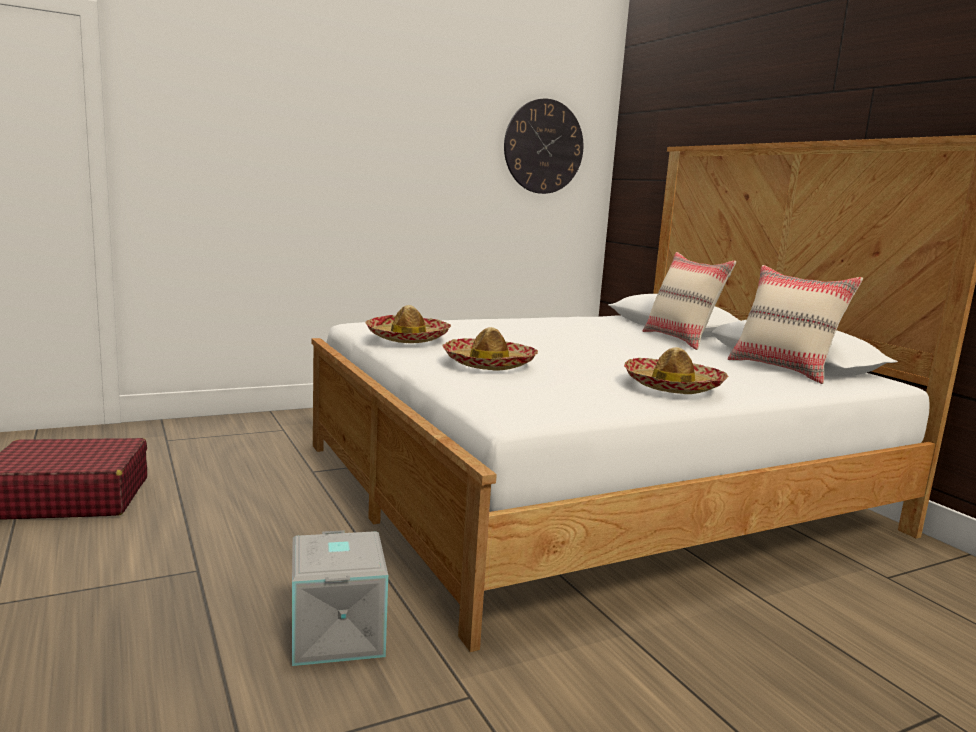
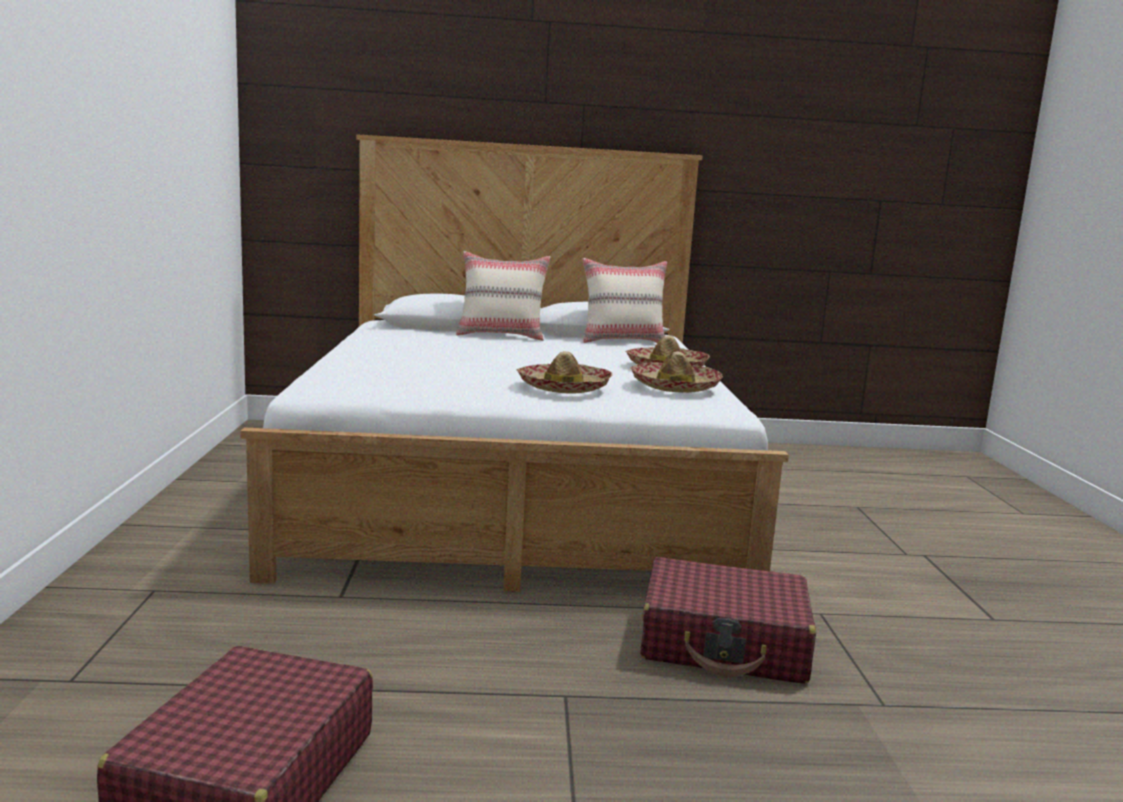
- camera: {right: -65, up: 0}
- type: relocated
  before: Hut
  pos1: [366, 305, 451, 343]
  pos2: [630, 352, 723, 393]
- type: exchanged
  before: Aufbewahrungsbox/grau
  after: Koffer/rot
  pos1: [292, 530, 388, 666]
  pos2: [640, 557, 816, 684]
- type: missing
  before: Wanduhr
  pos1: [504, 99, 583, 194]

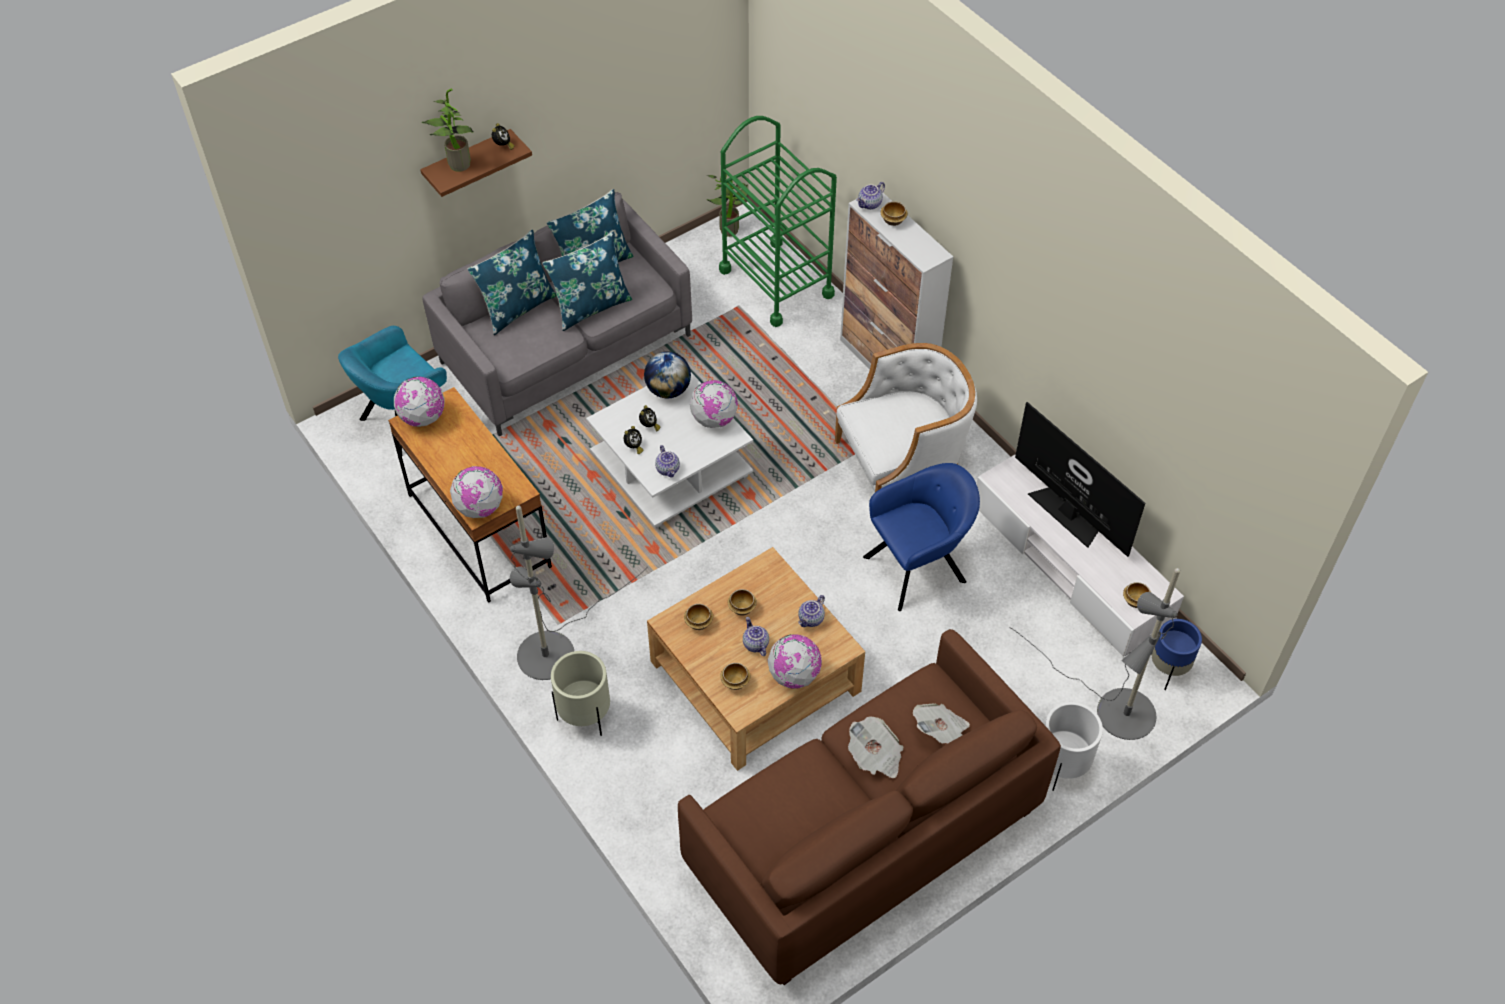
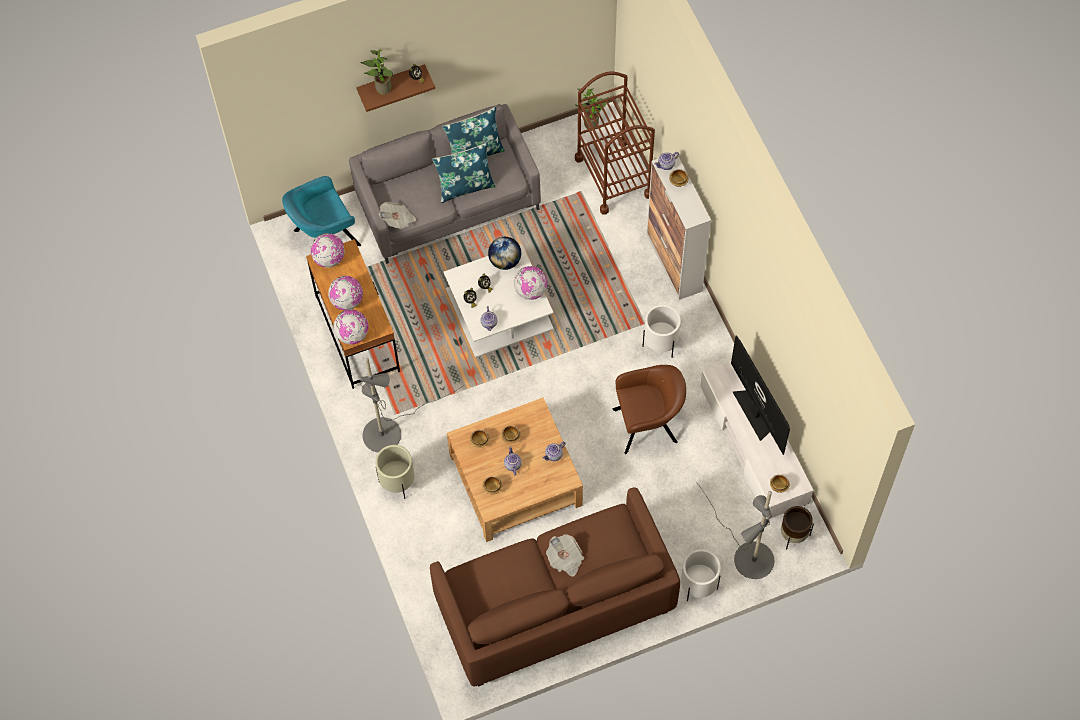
- camera: {right: 15, up: 10}
- type: relocated
  before: Globus
  pos1: [767, 634, 822, 689]
  pos2: [328, 276, 363, 310]
- type: relocated
  before: Zeitung
  pos1: [913, 704, 970, 743]
  pos2: [378, 202, 416, 229]
- type: colour
  before: Rollwagen/grün
  after: Rollwagen/braun
  pos1: [719, 116, 837, 327]
  pos2: [575, 71, 655, 215]
- type: colour
  before: Sessel/blau
  after: Sessel/braun
  pos1: [863, 463, 980, 611]
  pos2: [613, 365, 686, 454]
- type: exchanged
  before: Sessel/weiß
  after: Pflanzkübel/weiß
  pos1: [835, 343, 977, 492]
  pos2: [643, 305, 681, 357]
- type: colour
  before: Pflanzkübel/blau
  after: Pflanzkübel/braun
  pos1: [1152, 619, 1202, 690]
  pos2: [781, 506, 814, 550]
- type: missing
  before: Kissen/blau
  pos1: [467, 229, 557, 335]

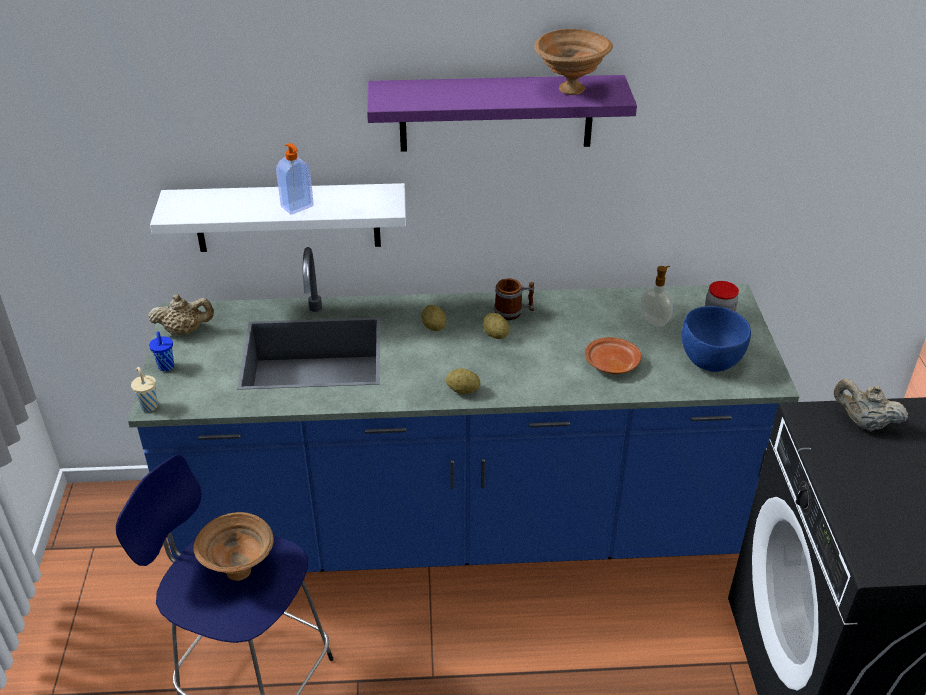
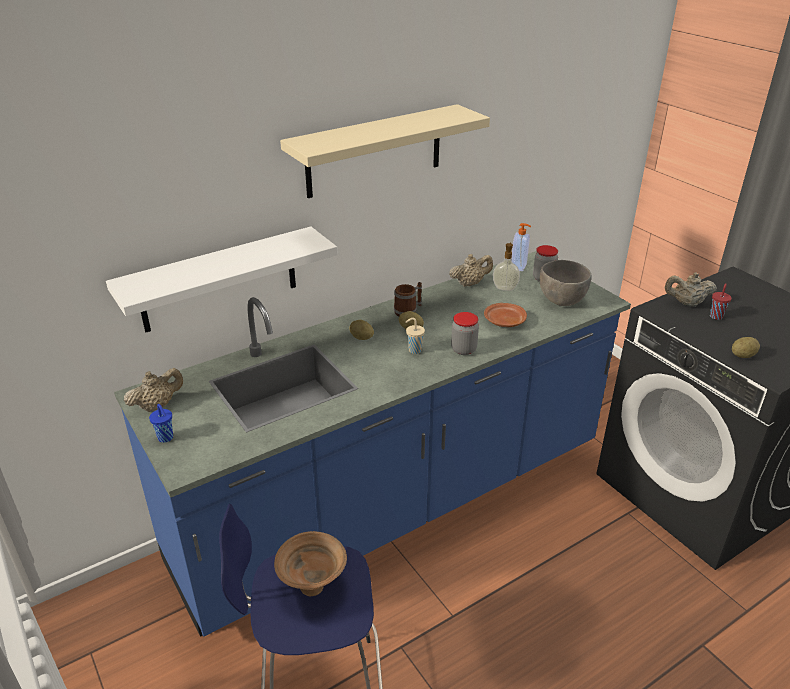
- camera: {right: -30, up: -5}
- type: colour
  before: Wandregal/lila
  after: Wandregal/beige
  pos1: [367, 75, 637, 152]
  pos2: [280, 104, 490, 198]
- type: relocated
  before: Tasse/beige
  pos1: [131, 367, 158, 412]
  pos2: [405, 318, 425, 354]
- type: appeared
  after: Teekanne/beige
  pos2: [449, 254, 493, 287]
- type: appeared
  after: Vorratsglas
  pos2: [451, 312, 479, 355]
- type: relocated
  before: Seifenspender
  pos1: [276, 143, 314, 215]
  pos2: [512, 223, 531, 271]
- type: colour
  before: Schüssel/blau
  after: Schüssel/grau
  pos1: [682, 306, 751, 372]
  pos2: [540, 260, 592, 306]
- type: appeared
  after: Tasse/rot
  pos2: [710, 283, 732, 320]
- type: relocated
  before: Kartoffel
  pos1: [446, 368, 480, 394]
  pos2: [732, 337, 760, 358]
- type: missing
  before: Schüssel/braun
  pos1: [535, 29, 613, 95]

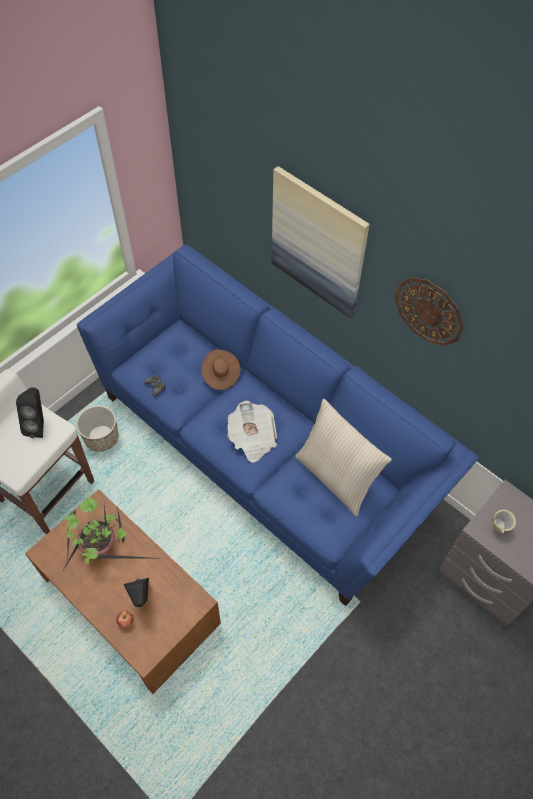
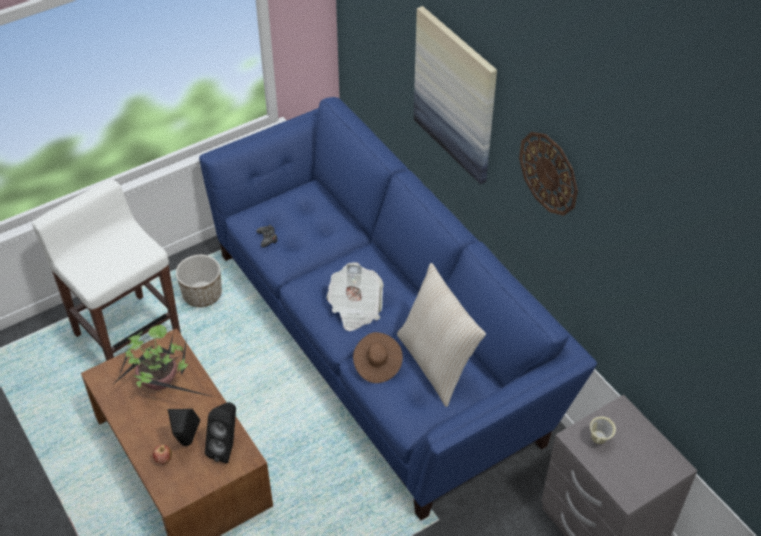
- camera: {right: 15, up: -10}
- type: relocated
  before: Lautsprecher/schwarz
  pos1: [16, 387, 44, 438]
  pos2: [205, 402, 236, 464]
- type: relocated
  before: Hut/braun
  pos1: [201, 349, 240, 390]
  pos2: [353, 332, 403, 383]

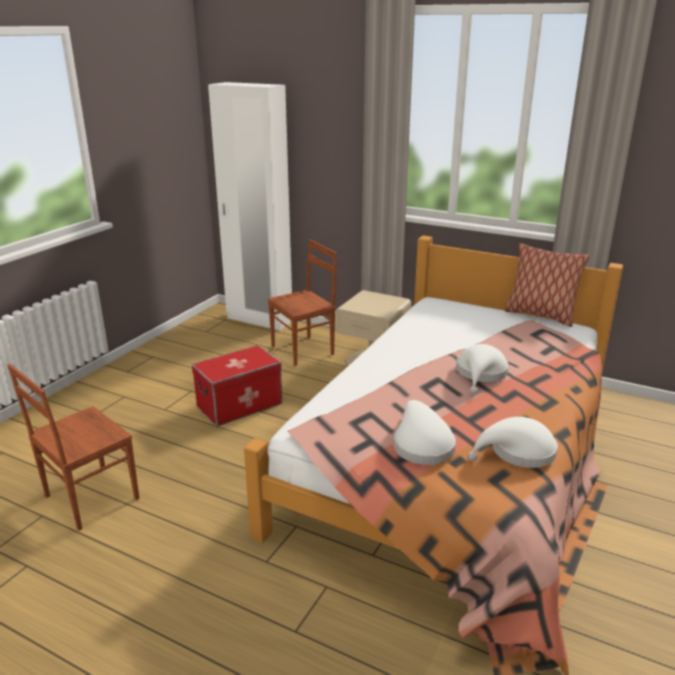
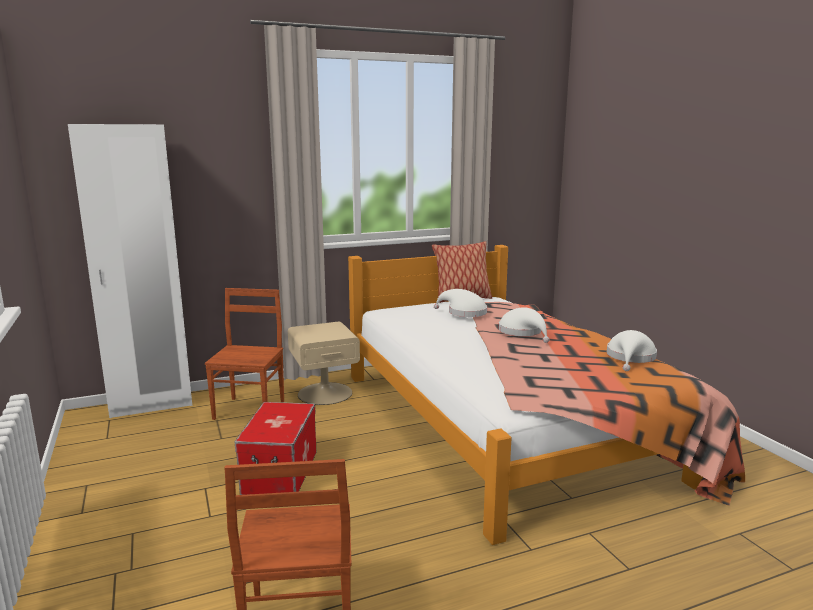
- camera: {right: -50, up: -10}
- type: relocated
  before: Hut/weiß
  pos1: [394, 400, 456, 465]
  pos2: [434, 289, 487, 317]

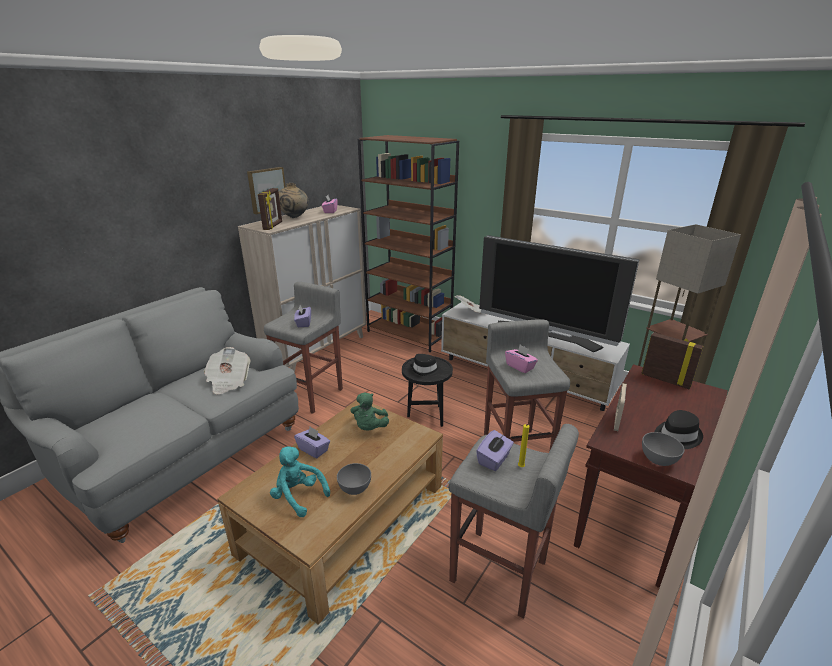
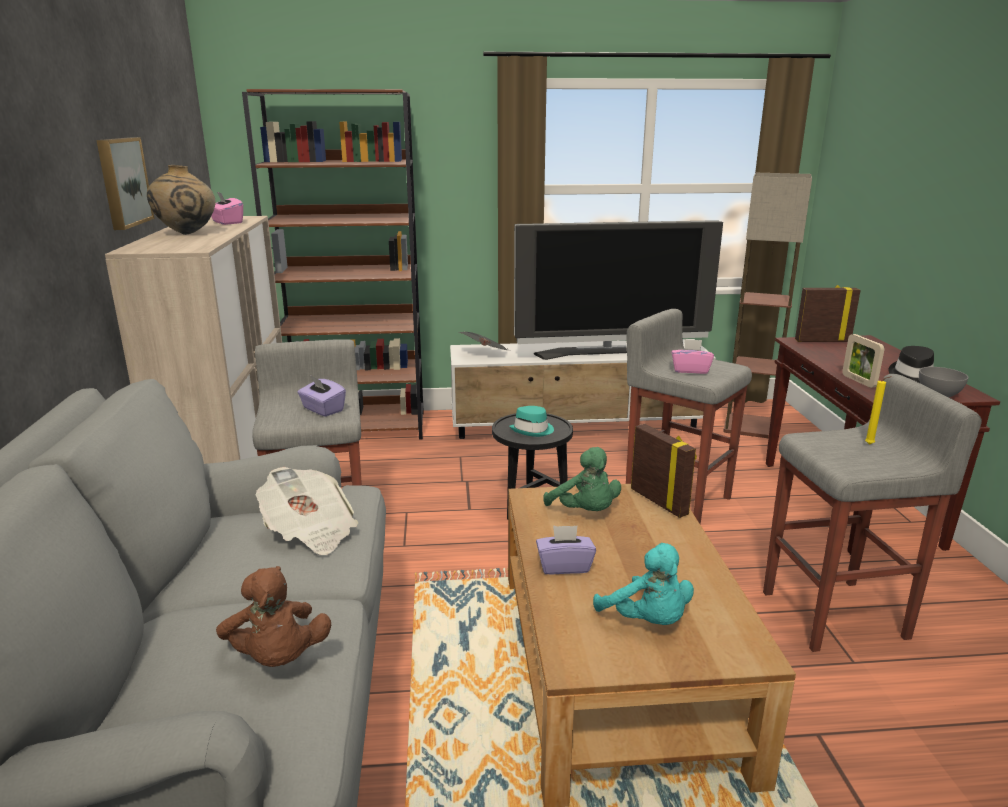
- camera: {right: -40, up: -5}
- type: appeared
  after: Plüschtier/braun
  pos2: [216, 566, 331, 667]
- type: colour
  before: Hut/schwarz
  after: Hut/türkis
  pos1: [410, 354, 441, 376]
  pos2: [509, 406, 554, 437]
- type: spun
  before: Plüschtier/türkis
  pos1: [270, 446, 330, 517]
  pos2: [593, 543, 694, 625]
  turn: -120
- type: relocated
  before: Bilderrahmen
  pos1: [258, 188, 282, 230]
  pos2: [631, 424, 697, 518]
- type: missing
  before: Schüssel/grau
  pos1: [337, 463, 371, 495]
- type: missing
  before: Taschentuchbox/lila
  pos1: [476, 430, 514, 471]

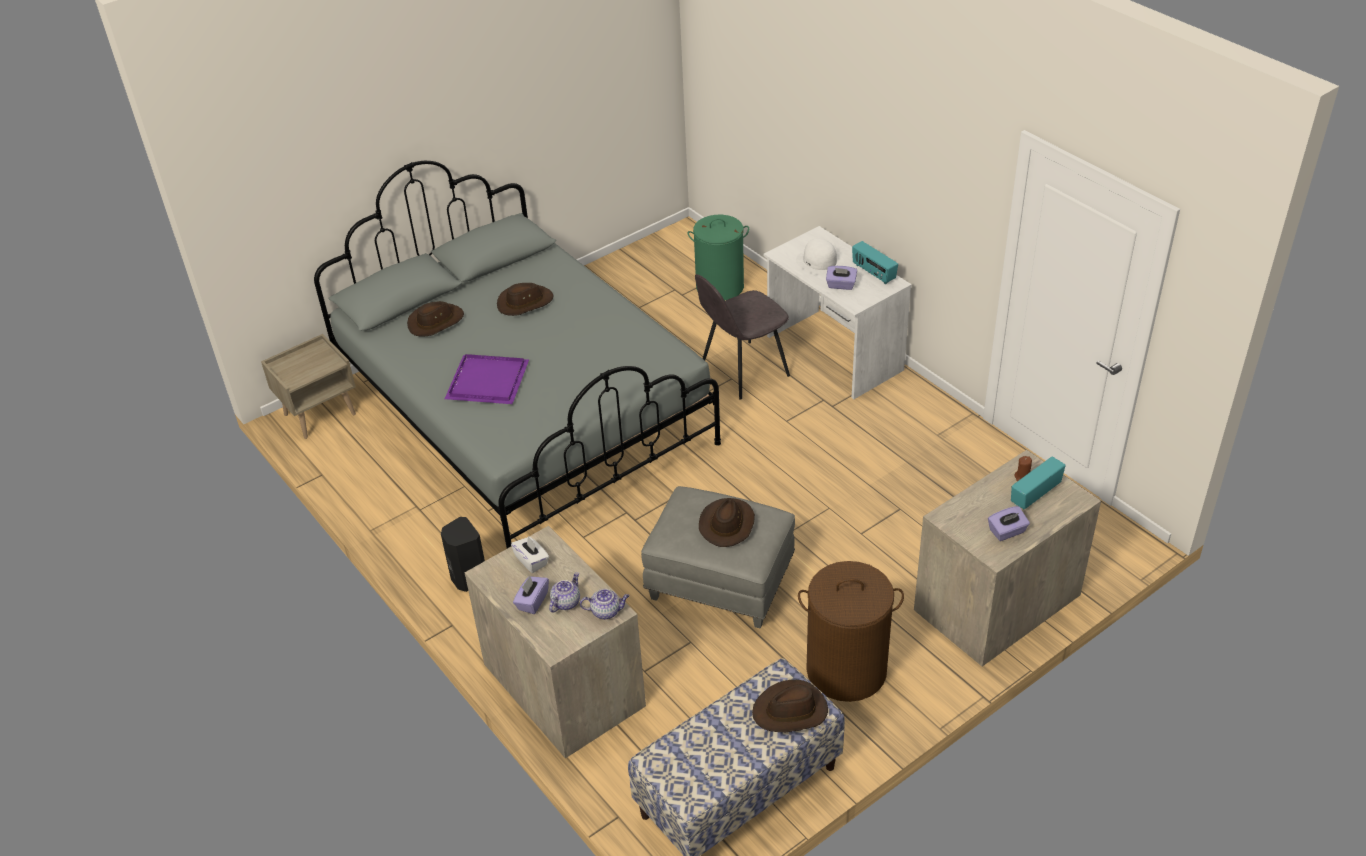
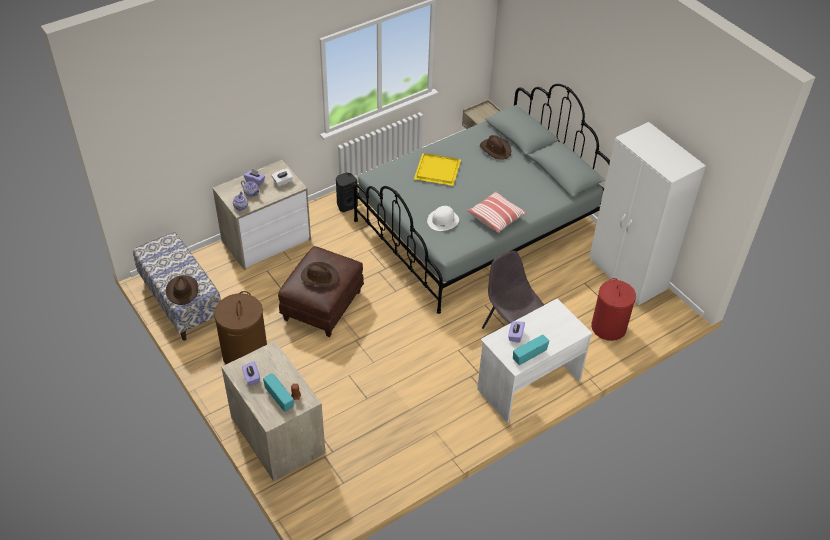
- camera: {right: 90, up: 5}
- type: colour
  before: Polsterhocker/grau
  after: Polsterhocker/braun
  pos1: [641, 486, 795, 629]
  pos2: [278, 246, 364, 337]
- type: colour
  before: Tablett/lila
  after: Tablett/gelb
  pos1: [445, 354, 529, 404]
  pos2: [414, 153, 461, 186]
- type: relocated
  before: Hut/weiß
  pos1: [796, 239, 844, 276]
  pos2: [427, 206, 459, 231]
- type: appeared
  after: Kissen
  pos2: [467, 191, 527, 233]
- type: appeared
  after: Kleiderschrank/weiß
  pos2: [590, 122, 706, 305]
- type: colour
  before: Wäschekorb/grün
  after: Wäschekorb/rot
  pos1: [688, 215, 749, 300]
  pos2: [591, 278, 636, 341]
- type: missing
  before: Hut/braun
  pos1: [497, 283, 553, 316]

